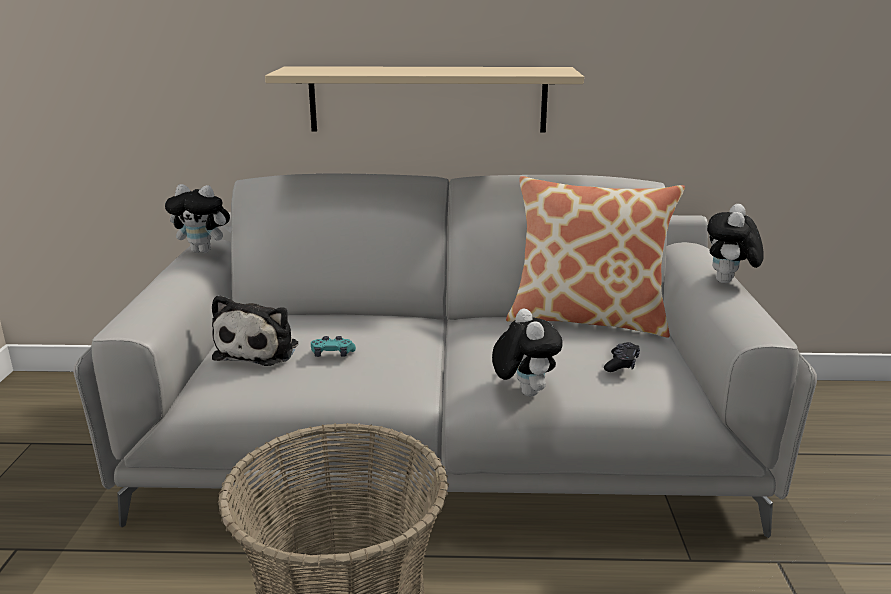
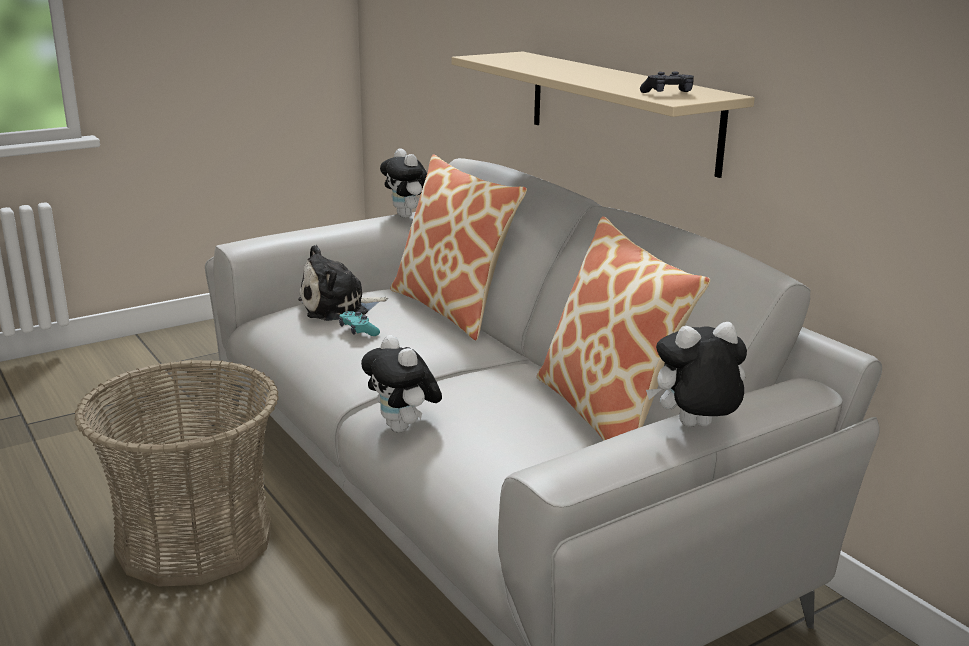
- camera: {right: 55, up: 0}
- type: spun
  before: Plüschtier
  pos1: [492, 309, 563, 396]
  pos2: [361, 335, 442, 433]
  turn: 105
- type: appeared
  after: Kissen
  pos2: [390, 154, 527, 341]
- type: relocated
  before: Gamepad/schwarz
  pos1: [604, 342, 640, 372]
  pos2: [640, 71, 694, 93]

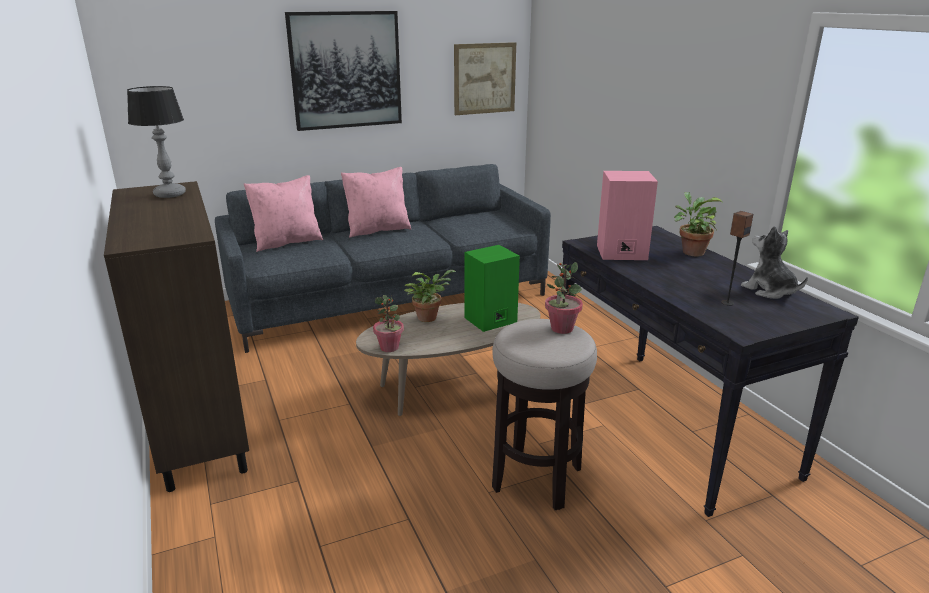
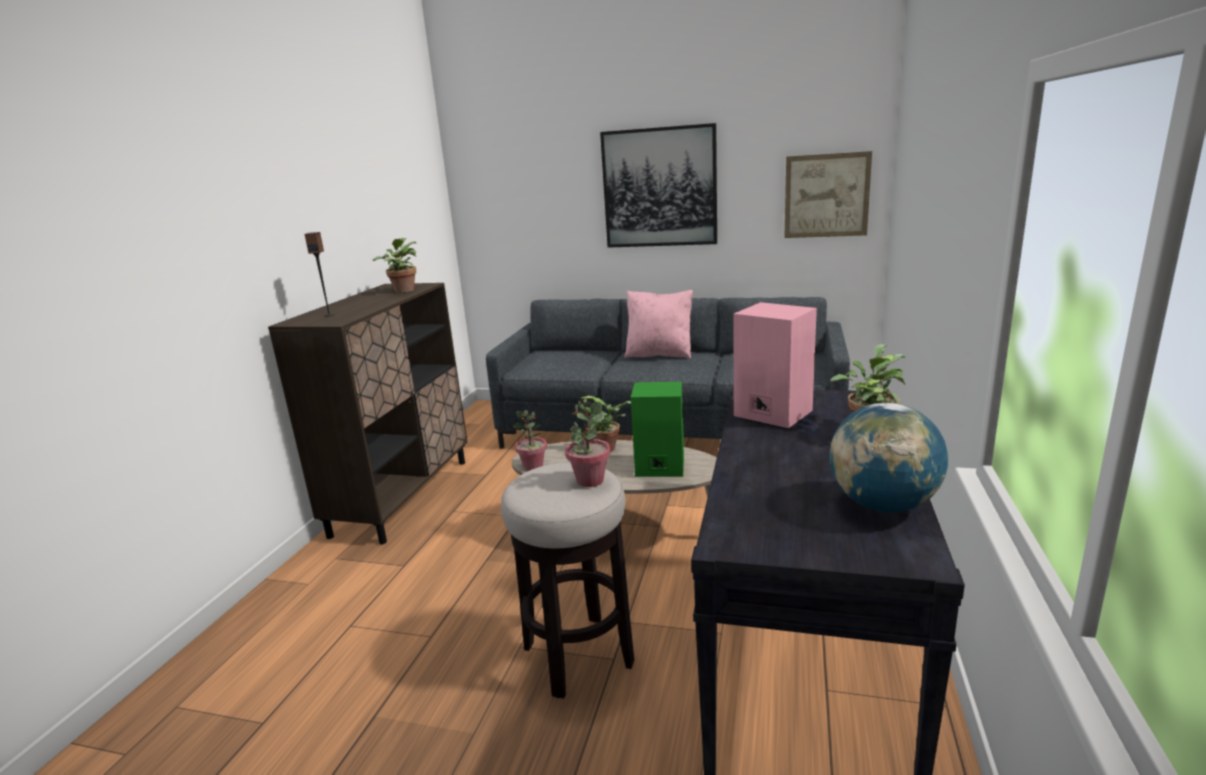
- camera: {right: 40, up: -5}
- type: relocated
  before: Lautsprecher
  pos1: [721, 211, 753, 306]
  pos2: [305, 232, 335, 317]
- type: exchanged
  before: Tischlampe
  after: Topfpflanze
  pos1: [127, 86, 186, 198]
  pos2: [373, 238, 416, 293]
- type: exchanged
  before: Plüschtier
  after: Globus
  pos1: [741, 226, 808, 299]
  pos2: [829, 402, 948, 513]
- type: missing
  before: Kissen/rosa
  pos1: [244, 175, 323, 252]

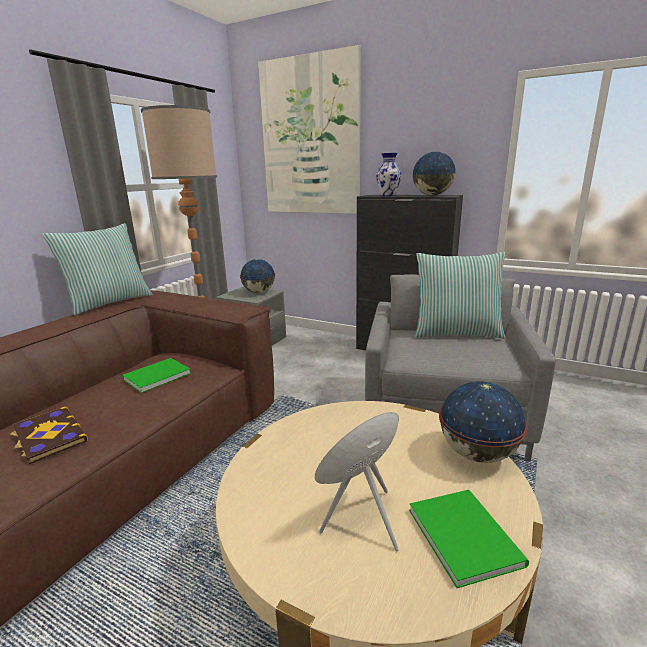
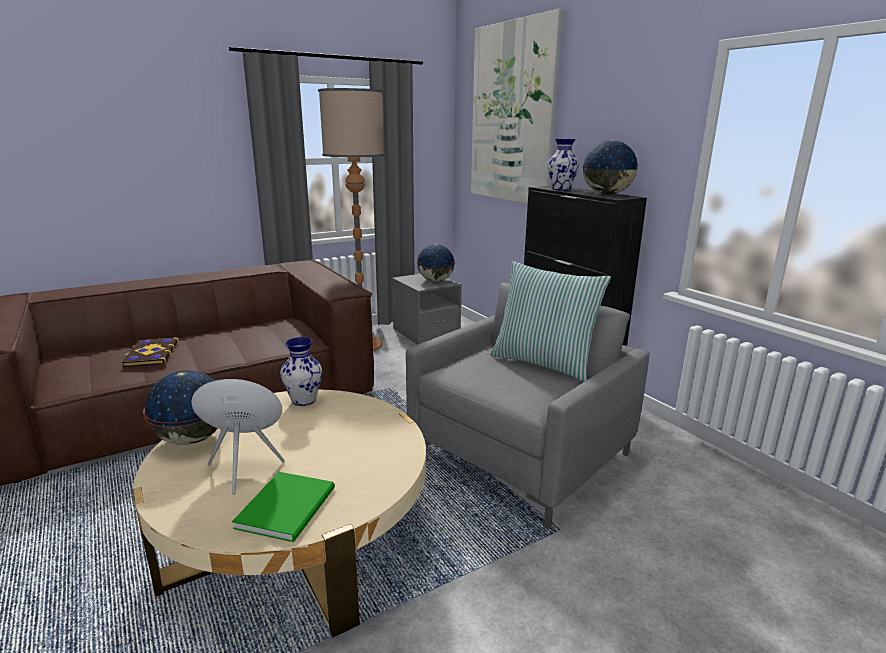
- camera: {right: 30, up: 0}
- type: relocated
  before: Globus
  pos1: [439, 381, 528, 463]
  pos2: [143, 370, 218, 445]
- type: appeared
  after: Vase
  pos2: [280, 337, 322, 406]
- type: missing
  before: Kissen
  pos1: [42, 223, 153, 315]
- type: missing
  before: Buch/grün
  pos1: [122, 358, 191, 393]

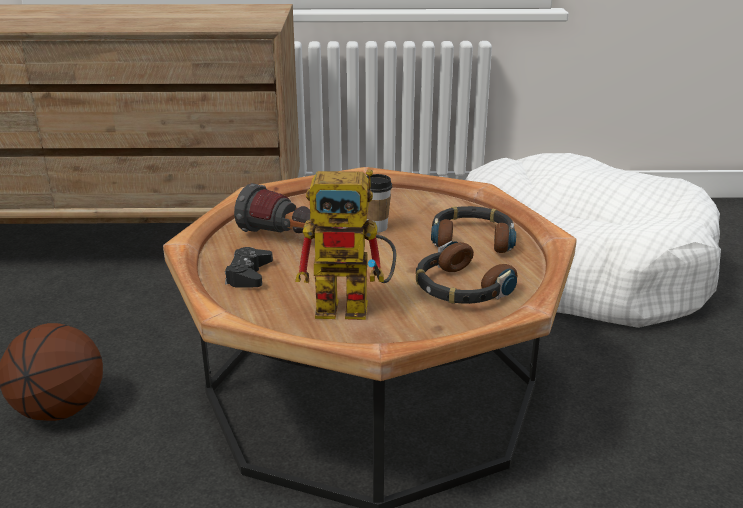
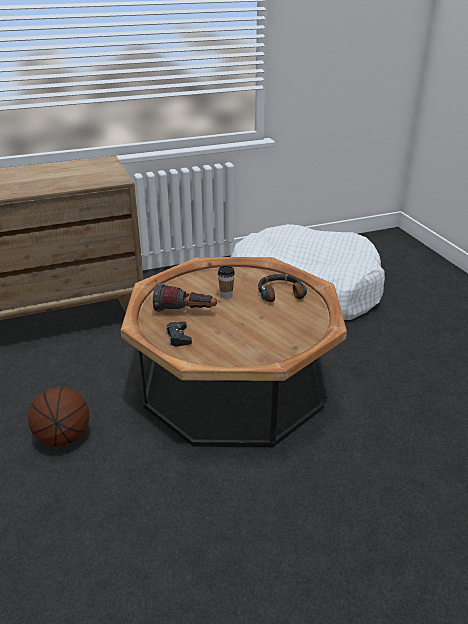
- camera: {right: -20, up: 5}
- type: missing
  before: Spielzeugroboter
  pos1: [295, 169, 396, 320]
- type: missing
  before: Kopfhörer
  pos1: [416, 241, 517, 304]

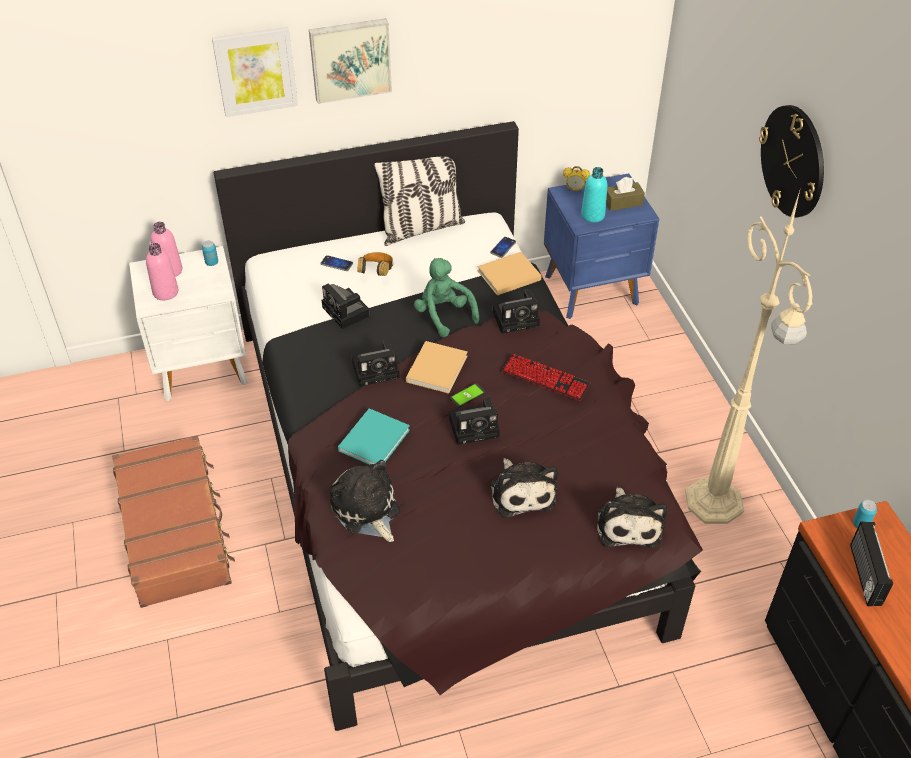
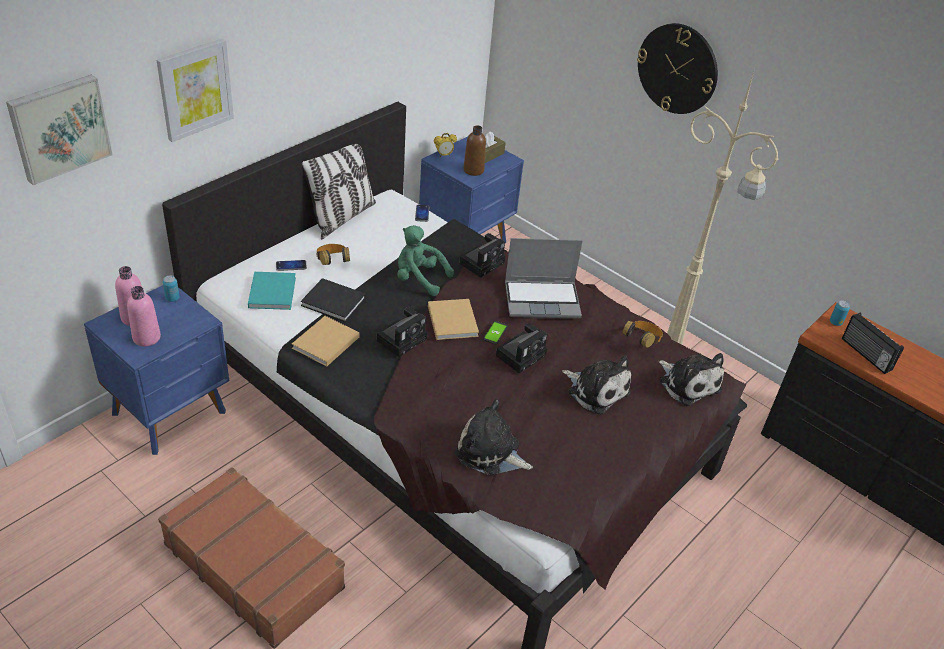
- camera: {right: -35, up: -5}
- type: relocated
  before: Bild
  pos1: [309, 18, 392, 104]
  pos2: [6, 75, 113, 185]
- type: colour
  before: Nachttisch/weiß
  after: Nachttisch/blau
  pos1: [129, 246, 248, 401]
  pos2: [84, 285, 229, 455]
- type: relocated
  before: Buch/türkis
  pos1: [338, 408, 410, 465]
  pos2: [248, 272, 296, 310]
- type: relocated
  before: Buch/beige
  pos1: [477, 252, 542, 295]
  pos2: [292, 316, 359, 367]
- type: exchanged
  before: Kamera
  after: Buch/schwarz
  pos1: [322, 283, 370, 329]
  pos2: [301, 278, 366, 322]
- type: colour
  before: Flasche/türkis
  after: Flasche/braun
  pos1: [581, 167, 607, 222]
  pos2: [463, 125, 486, 176]
- type: exchanged
  before: Tastatur
  after: Laptop
  pos1: [502, 354, 590, 401]
  pos2: [505, 238, 583, 319]
- type: appeared
  after: Kopfhörer
  pos2: [622, 320, 663, 348]

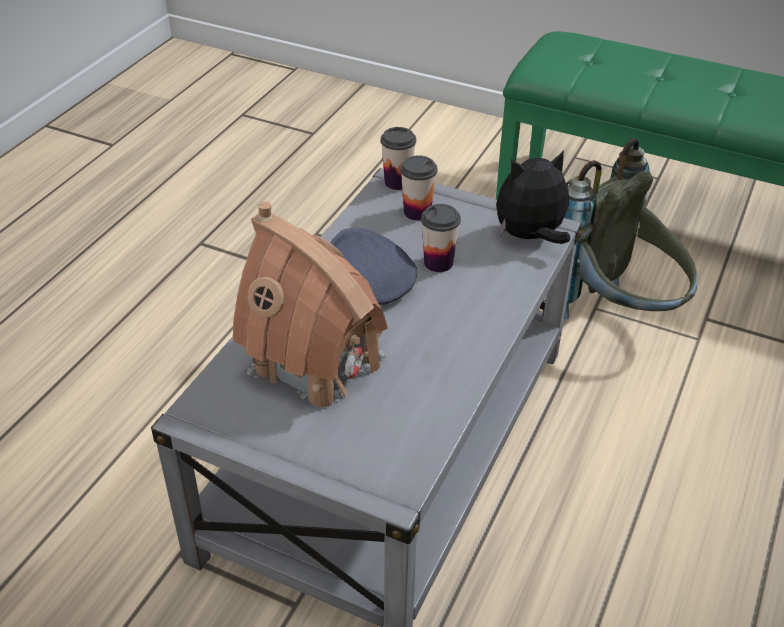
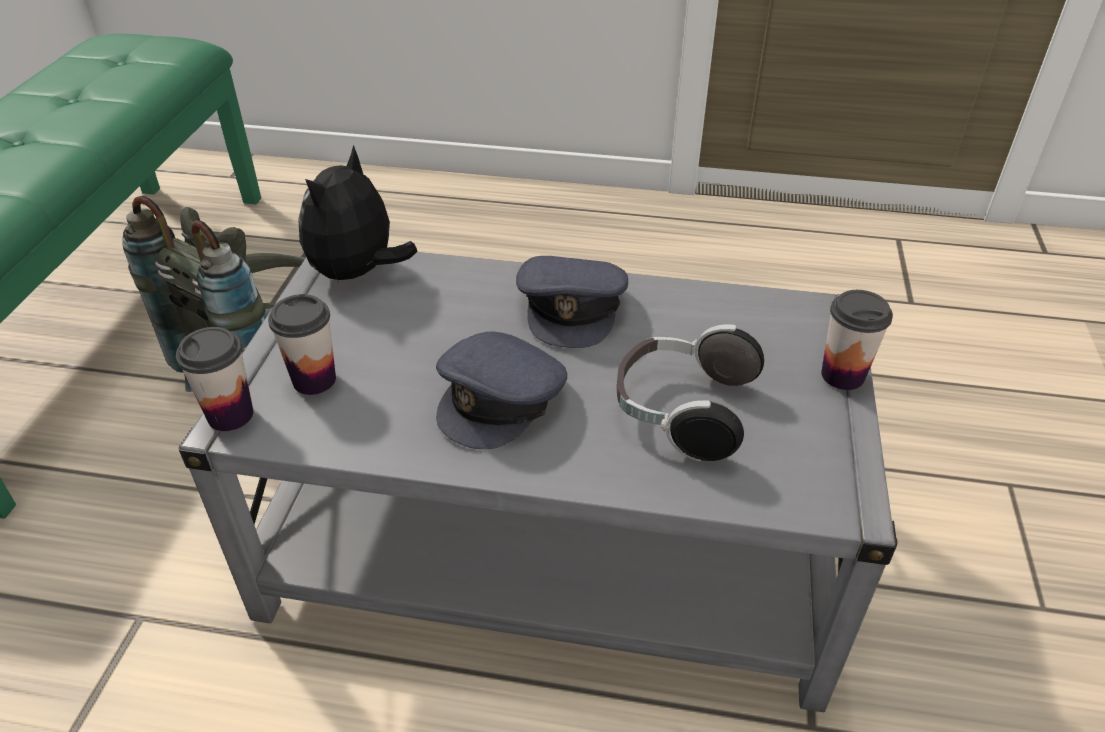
- camera: {right: -105, up: 0}
- type: spun
  before: Plüschtier
  pos1: [496, 150, 570, 244]
  pos2: [298, 145, 418, 283]
  turn: 60
- type: appeared
  after: Kappe/grau
  pos2: [516, 256, 628, 348]
- type: exchanged
  before: Spielzeughaus
  after: Kopfhörer
  pos1: [233, 201, 388, 412]
  pos2: [617, 324, 764, 461]
- type: relocated
  before: Tasse
  pos1: [421, 204, 461, 272]
  pos2: [821, 290, 893, 390]

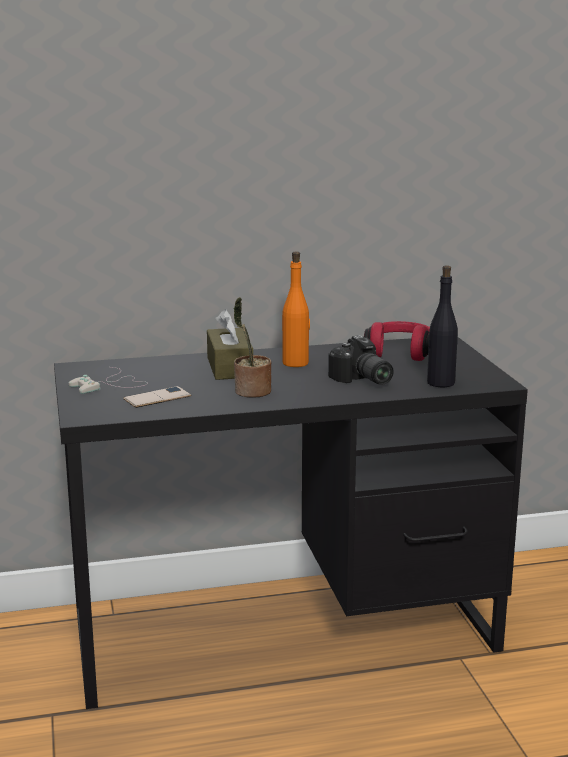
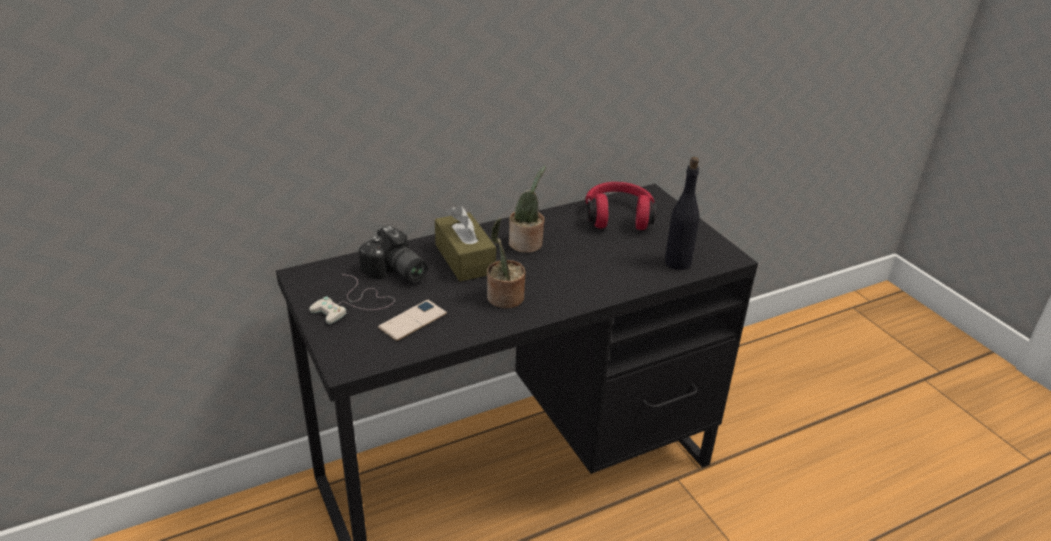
- camera: {right: -15, up: 15}
- type: relocated
  before: Kamera
  pos1: [328, 335, 394, 385]
  pos2: [359, 225, 428, 282]
- type: exchanged
  before: Flasche/orange
  after: Topfpflanze
  pos1: [282, 251, 310, 367]
  pos2: [509, 166, 546, 253]

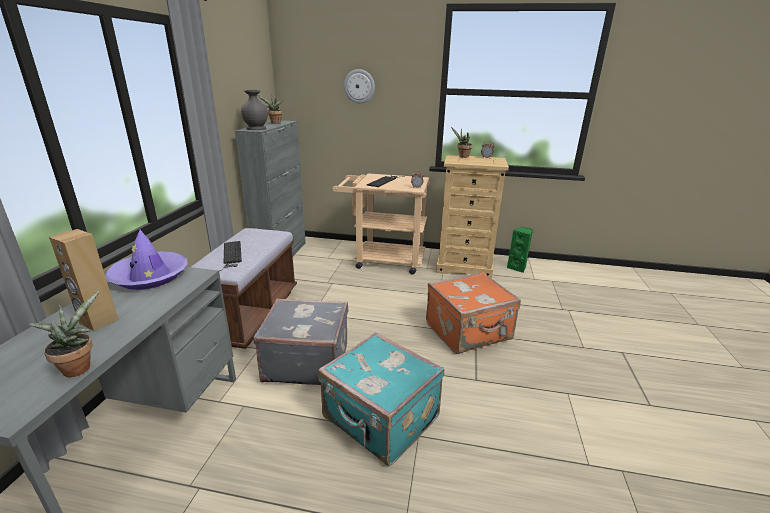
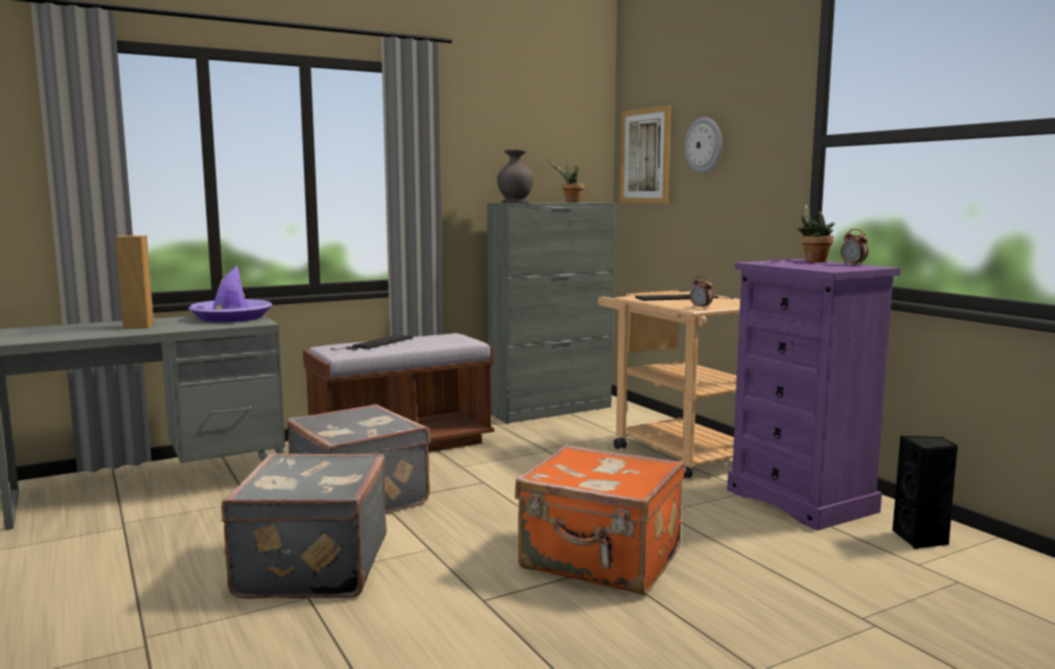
- camera: {right: 50, up: -15}
- type: colour
  before: Koffer/türkis
  after: Koffer/grau
  pos1: [318, 332, 444, 466]
  pos2: [221, 453, 387, 599]
- type: appeared
  after: Bild
  pos2: [620, 105, 671, 203]
- type: colour
  before: Kommode/beige
  after: Kommode/lila
  pos1: [436, 155, 509, 278]
  pos2: [727, 259, 901, 531]
- type: colour
  before: Lautsprecher/grün
  after: Lautsprecher/schwarz
  pos1: [507, 227, 533, 273]
  pos2: [892, 436, 958, 549]
- type: missing
  before: Topfpflanze
  pos1: [27, 291, 100, 377]

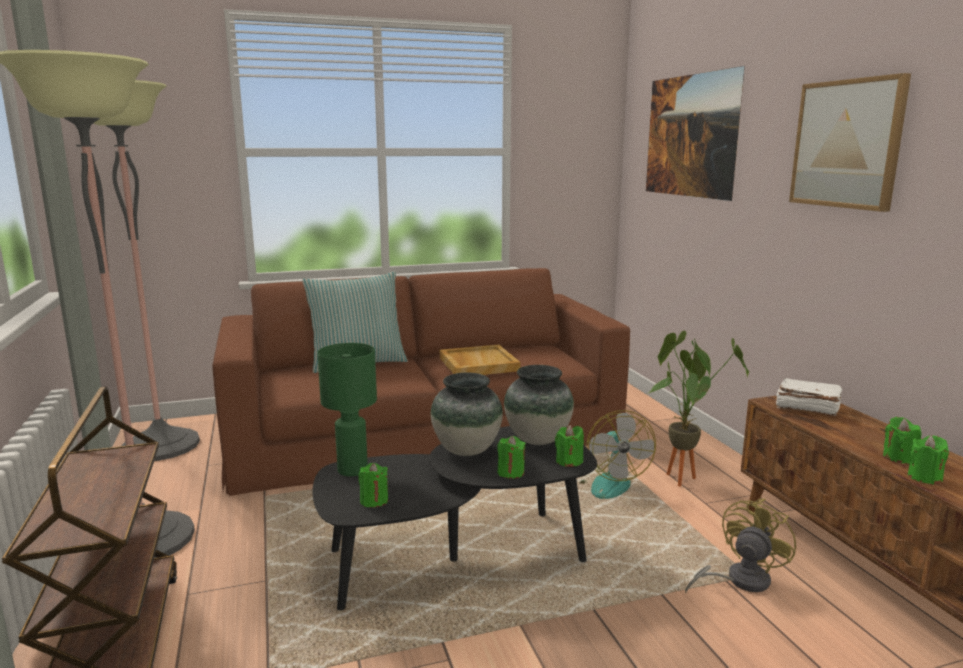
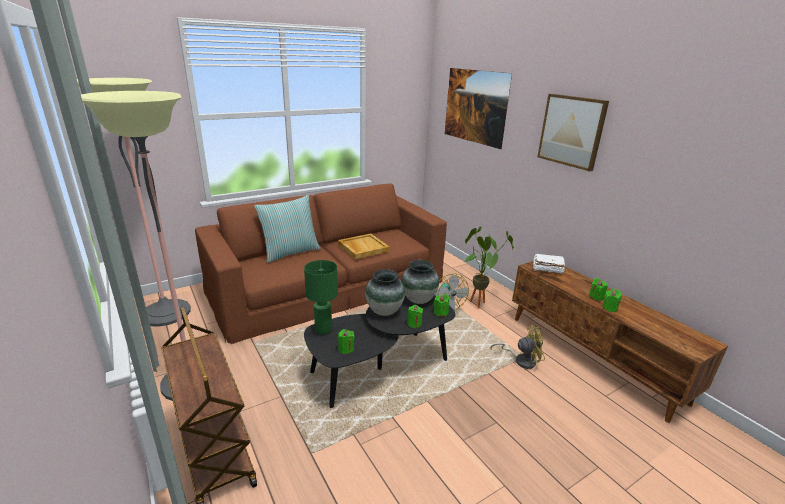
- camera: {right: -15, up: 10}
- type: spun
  before: Ventilator/gelb
  pos1: [685, 499, 796, 593]
  pos2: [490, 325, 545, 369]
  turn: 60

